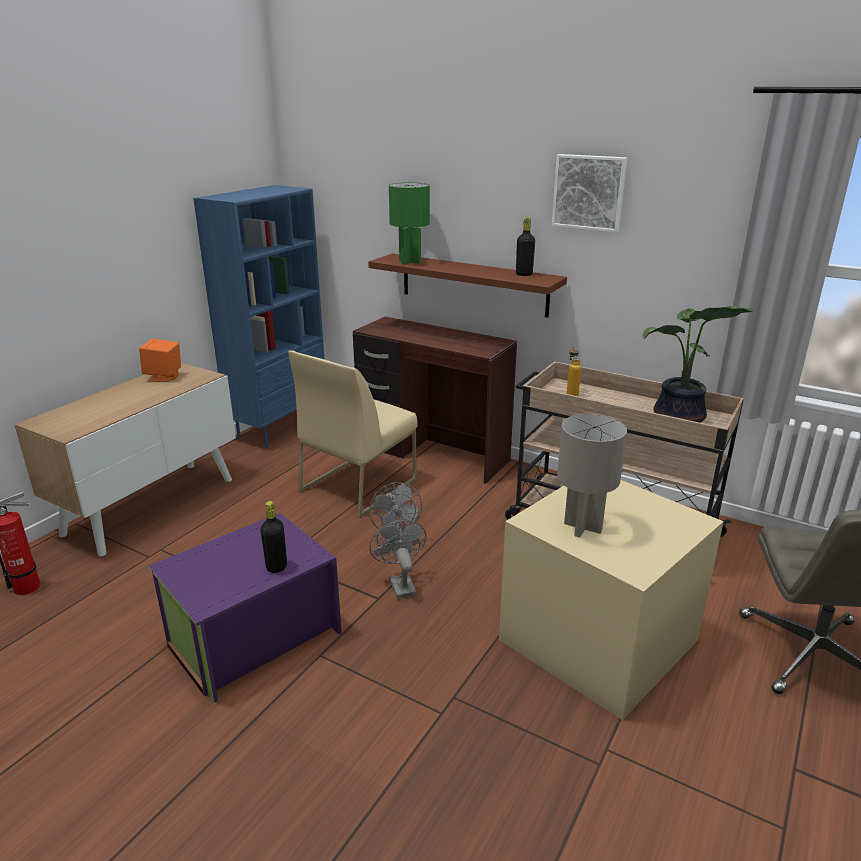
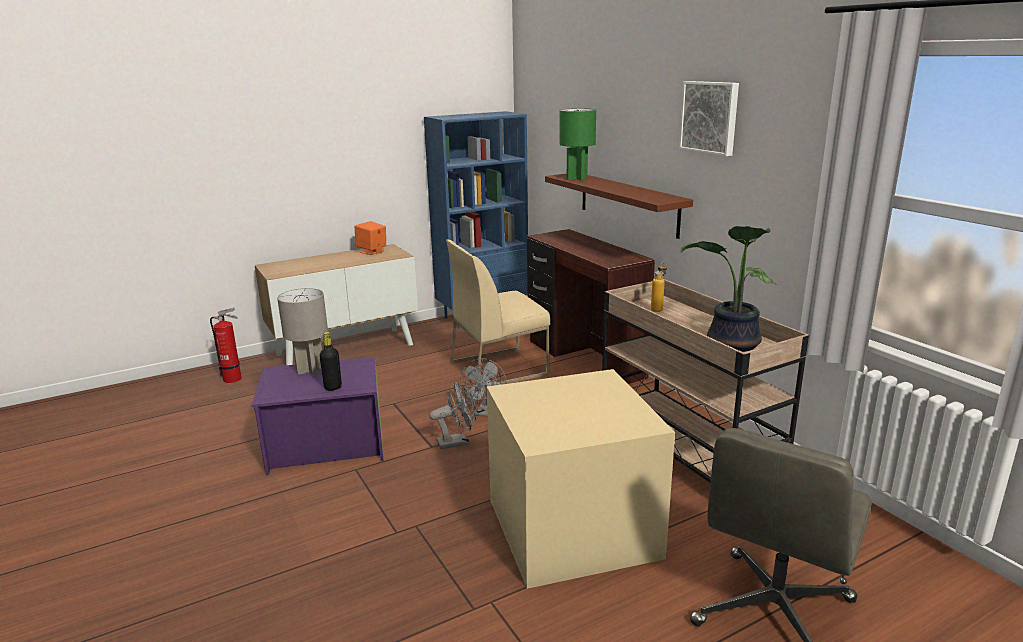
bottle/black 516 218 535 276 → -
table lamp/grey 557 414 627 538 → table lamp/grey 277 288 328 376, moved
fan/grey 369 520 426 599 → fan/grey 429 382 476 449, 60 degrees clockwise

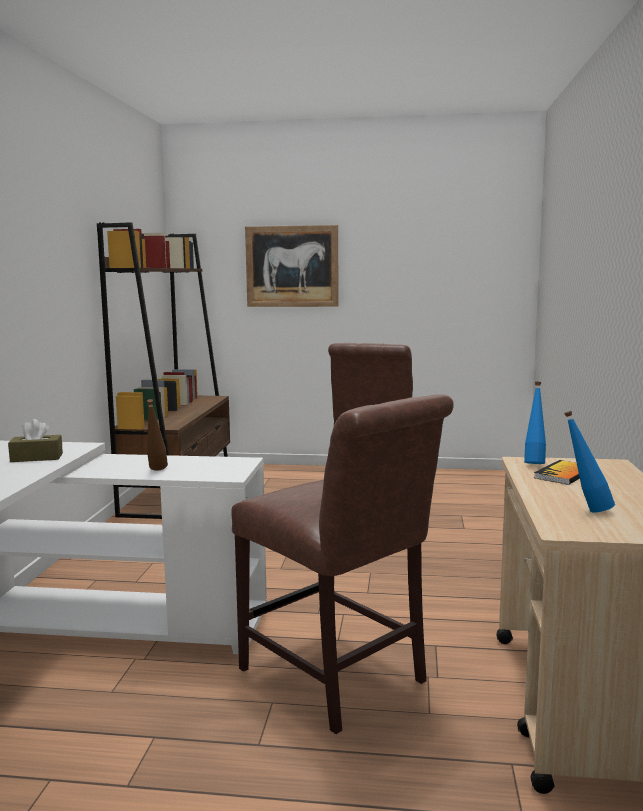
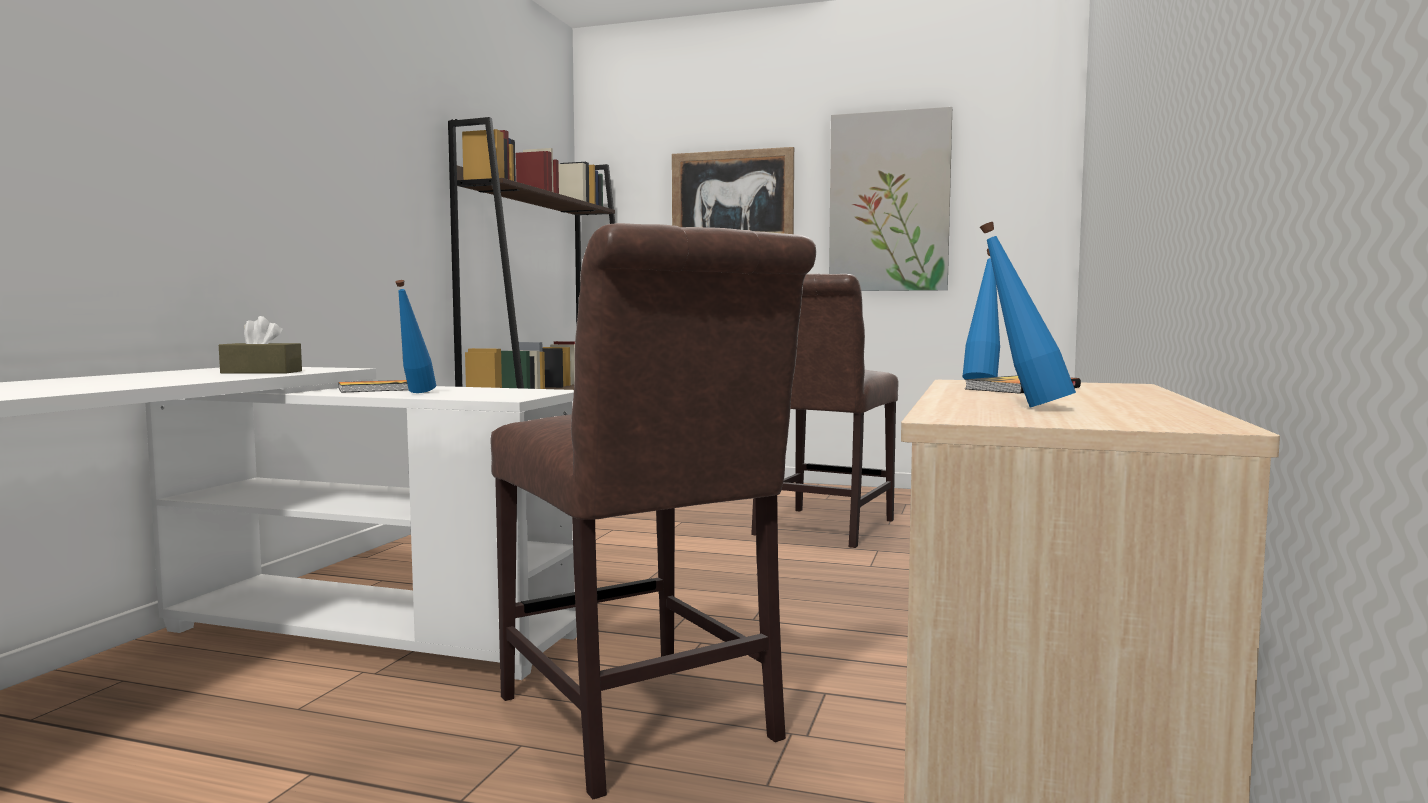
bottle/brown 147 399 168 471 → bottle/blue 395 280 436 393
- → picture 829 107 952 291
- → book 339 380 409 393

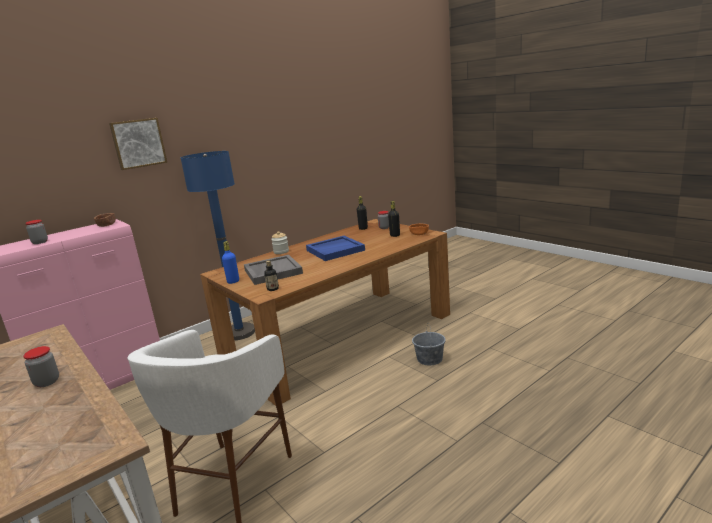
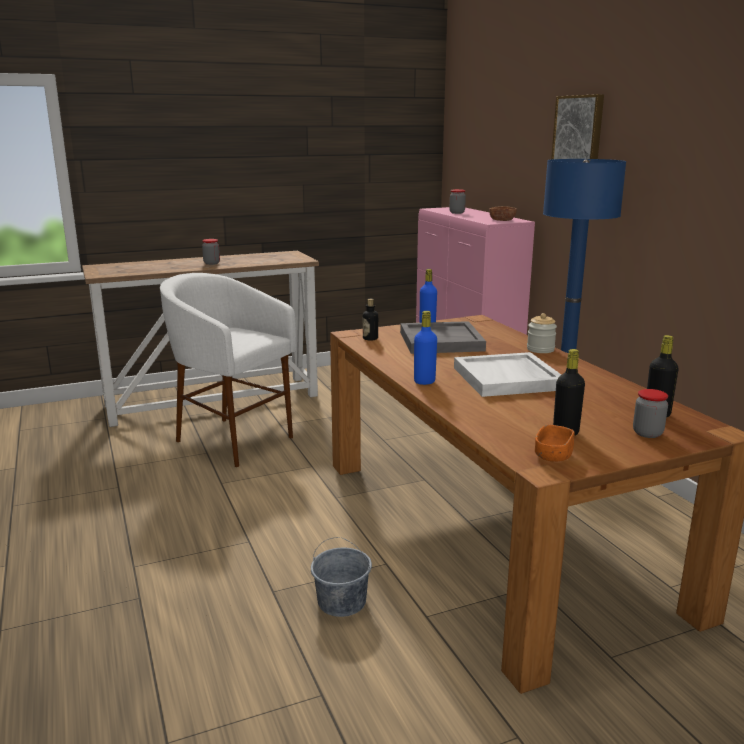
tray/blue 306 236 365 261 → tray/white 454 352 561 397
- → bottle/blue 414 311 437 385

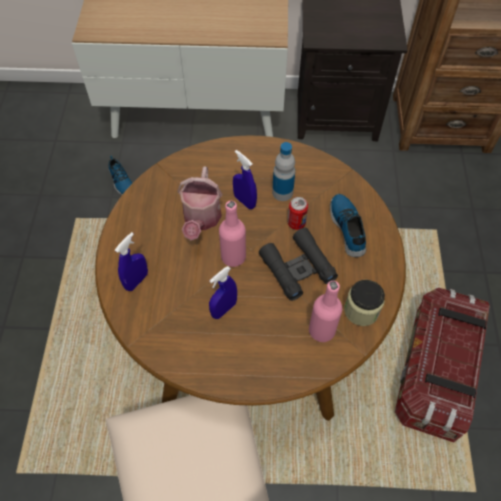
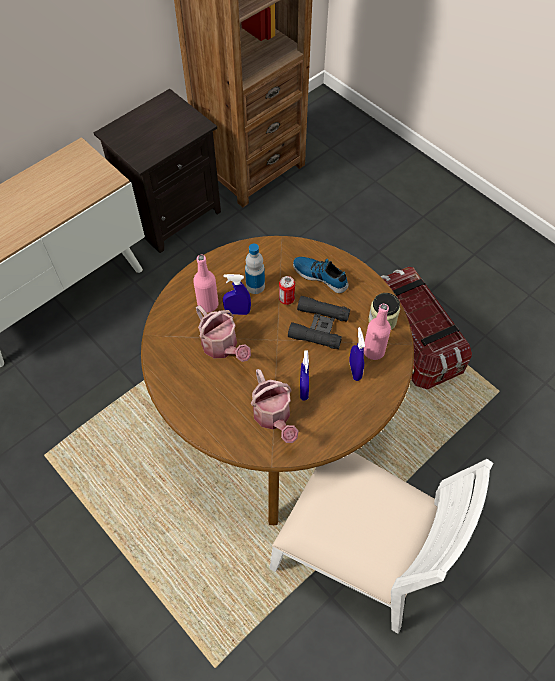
shoe 109 155 133 195 → -
bottle/pink 219 201 246 267 → bottle/pink 193 255 219 313, moved
spray bottle/blue 115 232 148 291 → spray bottle/blue 349 327 365 381, moved
- → watering can 251 369 299 443

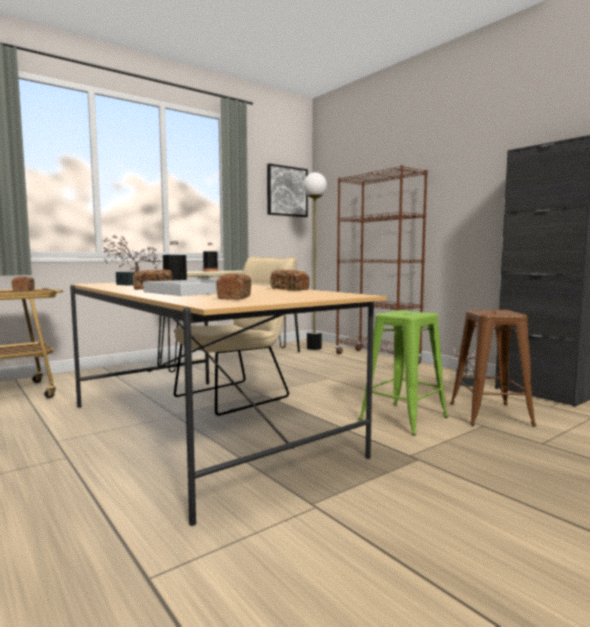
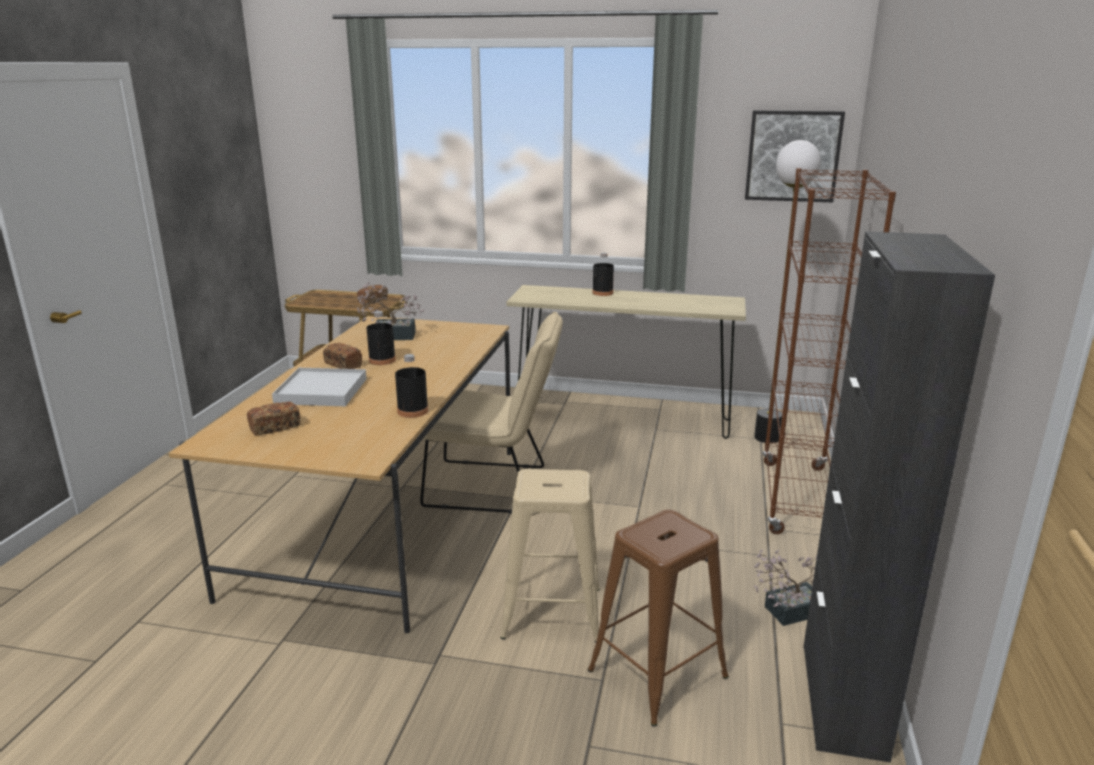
bread 270 270 310 290 → bottle/black 395 354 429 418
stool/green 359 310 448 436 → stool/beige 500 469 600 643

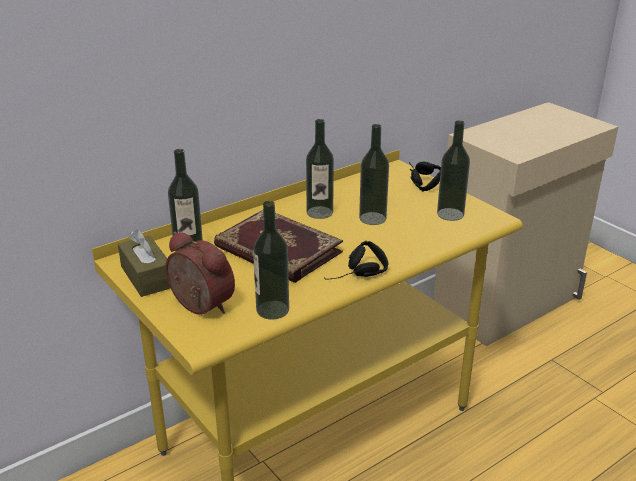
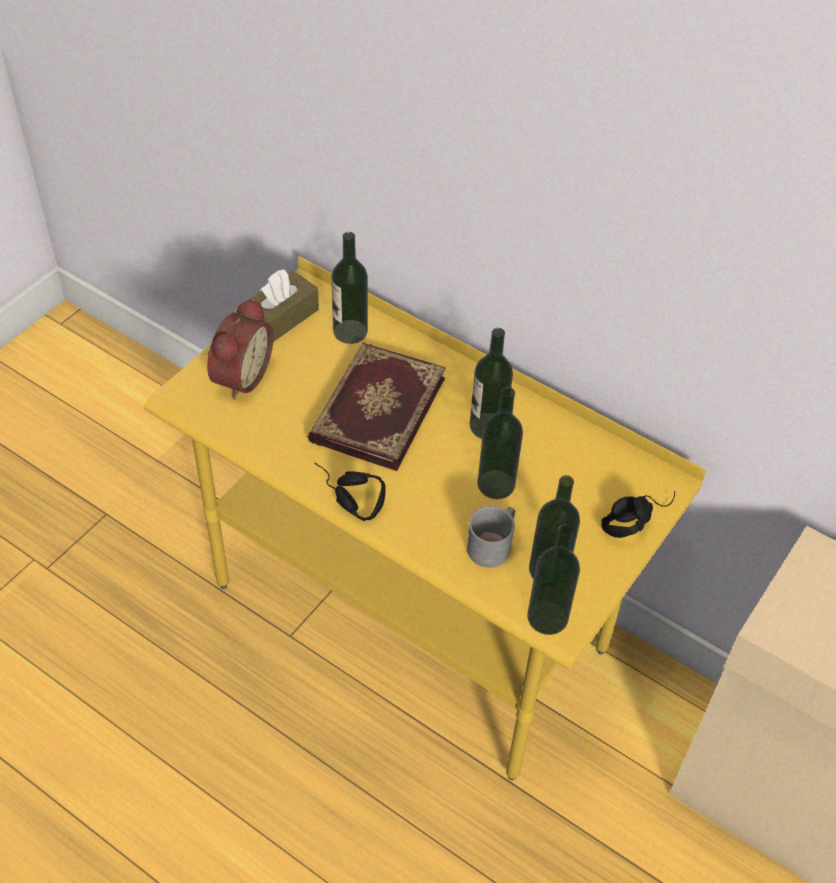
bottle 253 201 289 320 → bottle 527 524 580 635, moved
- → mug/grey 467 506 515 568

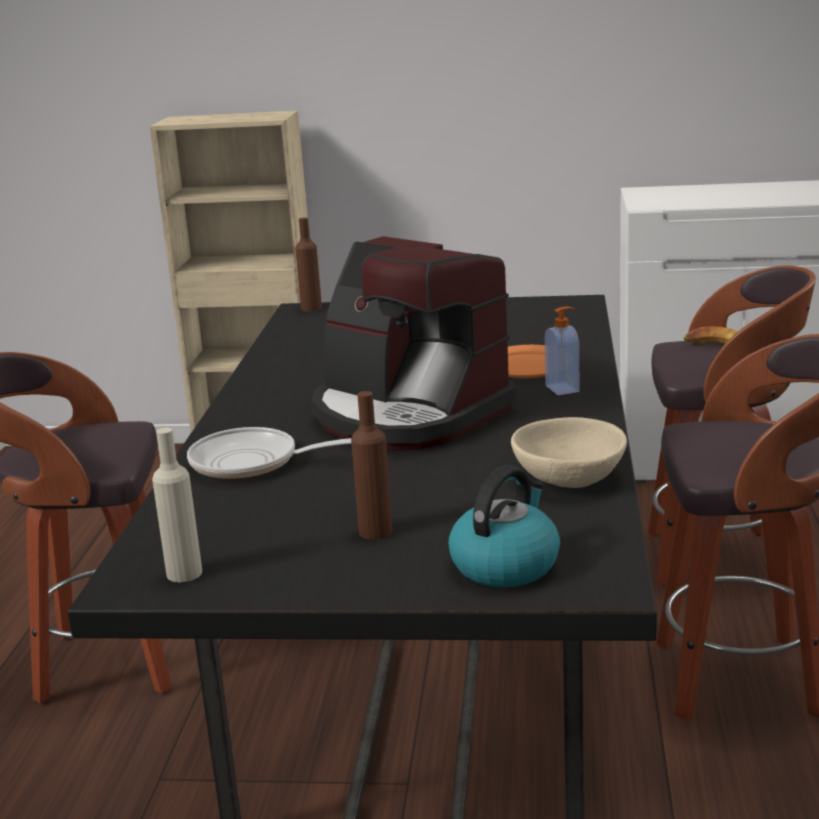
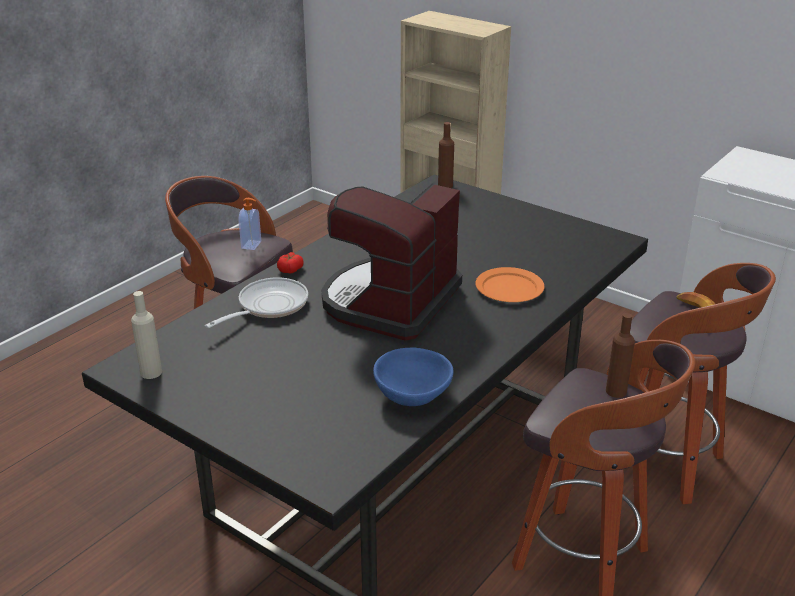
coffee machine 312 236 516 450 → coffee machine 321 183 462 341, 45 degrees clockwise
soap dispenser 545 307 580 395 → soap dispenser 238 198 261 250, moved
bottle/brown 351 391 392 540 → bottle/brown 606 313 635 398, moved
bowl/beige 511 417 627 488 → bowl/blue 373 348 454 406
frying pan 187 427 351 480 → frying pan 205 277 308 328, 90 degrees clockwise
kettle 448 465 560 587 → -
- → tomato 277 252 304 274

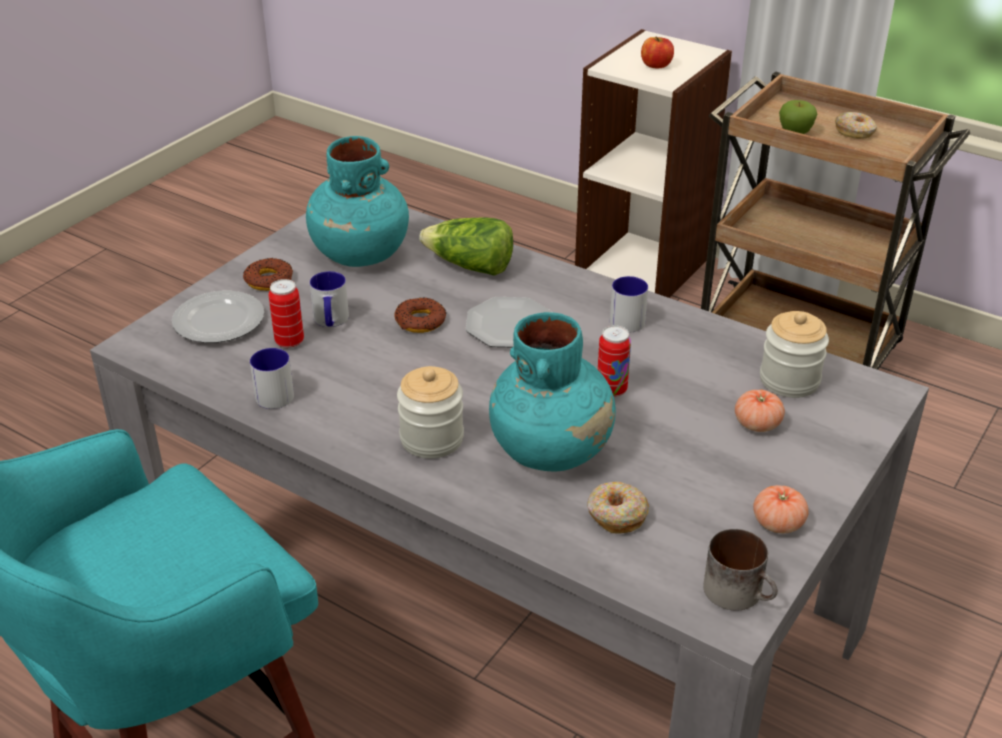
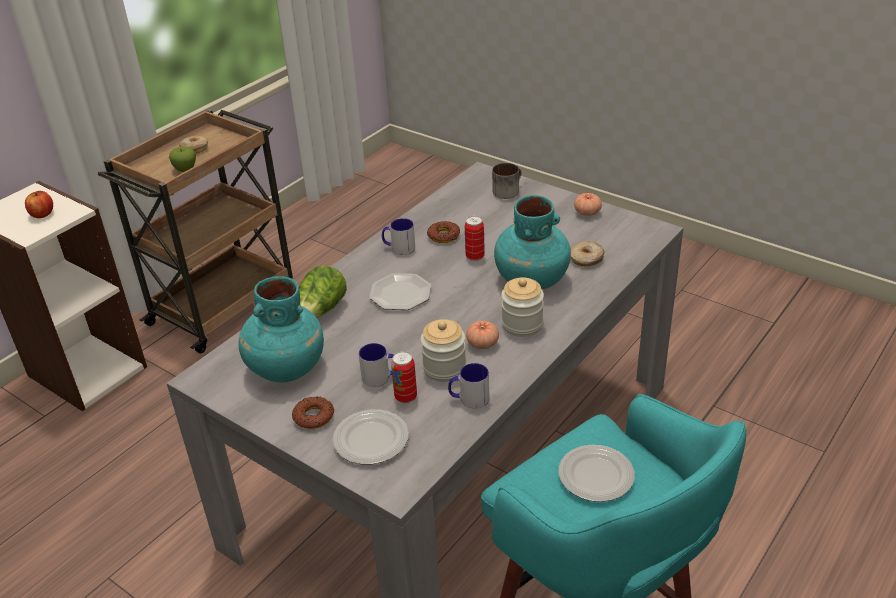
donut 394 297 446 333 → donut 427 221 460 243, moved
jar 760 311 829 398 → jar 421 319 466 382, moved
tomato 735 390 785 432 → tomato 466 321 499 349, moved
mug 703 529 778 610 → mug 492 163 522 199, moved
- → plate 558 445 635 502

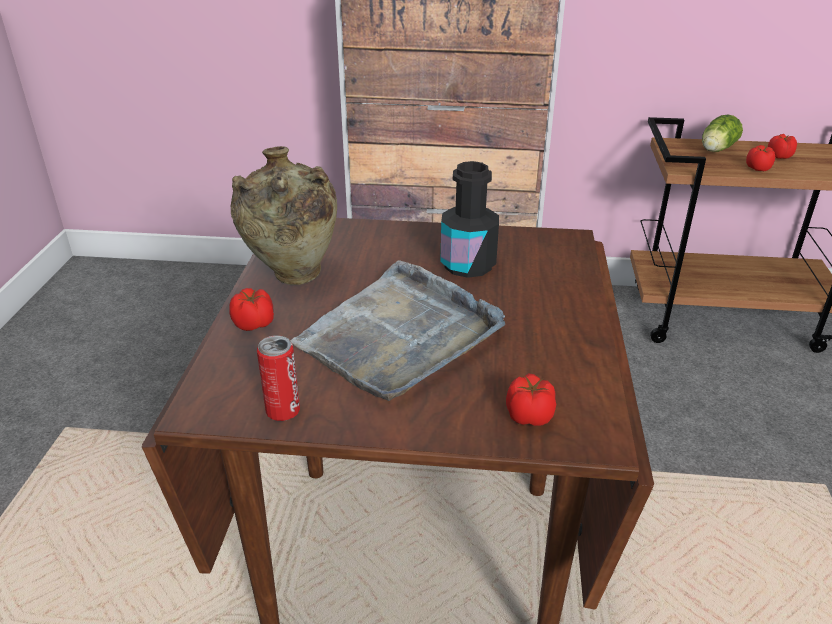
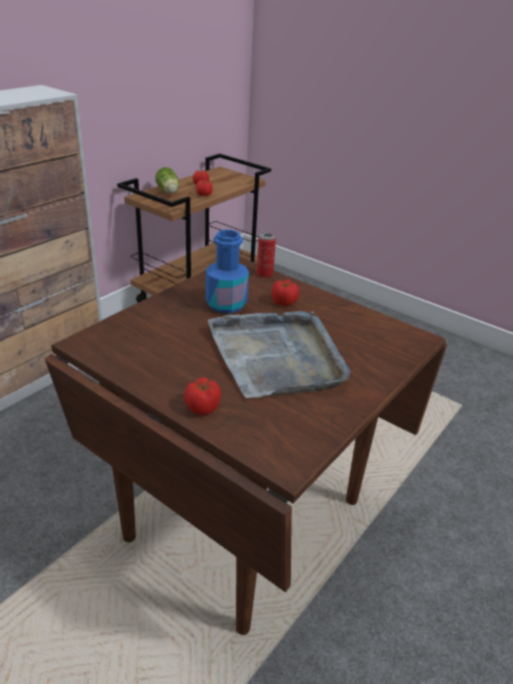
vase/beige 231 146 337 285 → -
bottle/black 440 161 499 278 → bottle/blue 206 230 249 313
can 257 335 300 421 → can 256 233 276 277, moved
tomato 506 374 556 426 → tomato 272 279 299 306, moved

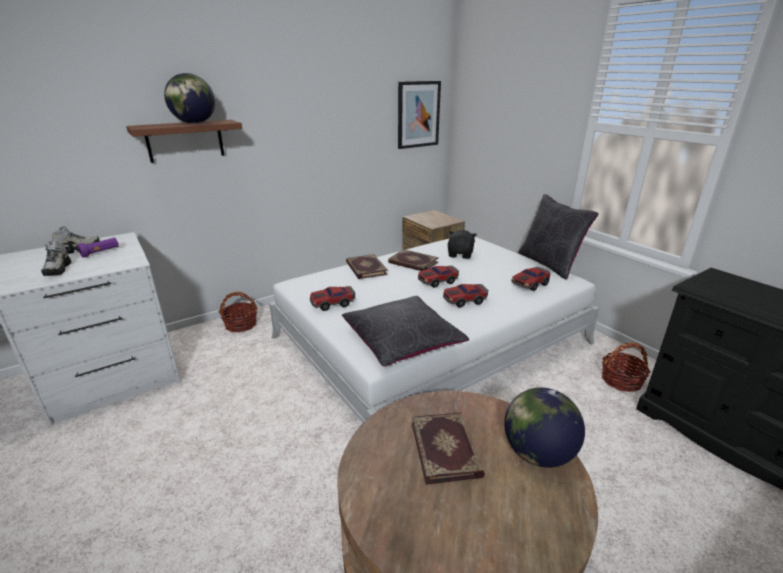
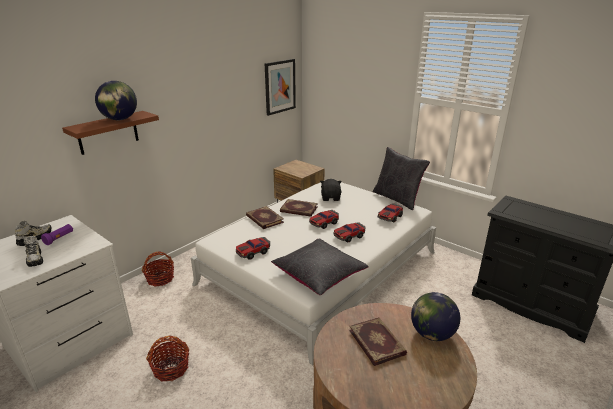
basket 602 343 651 392 → basket 146 335 189 382, moved

